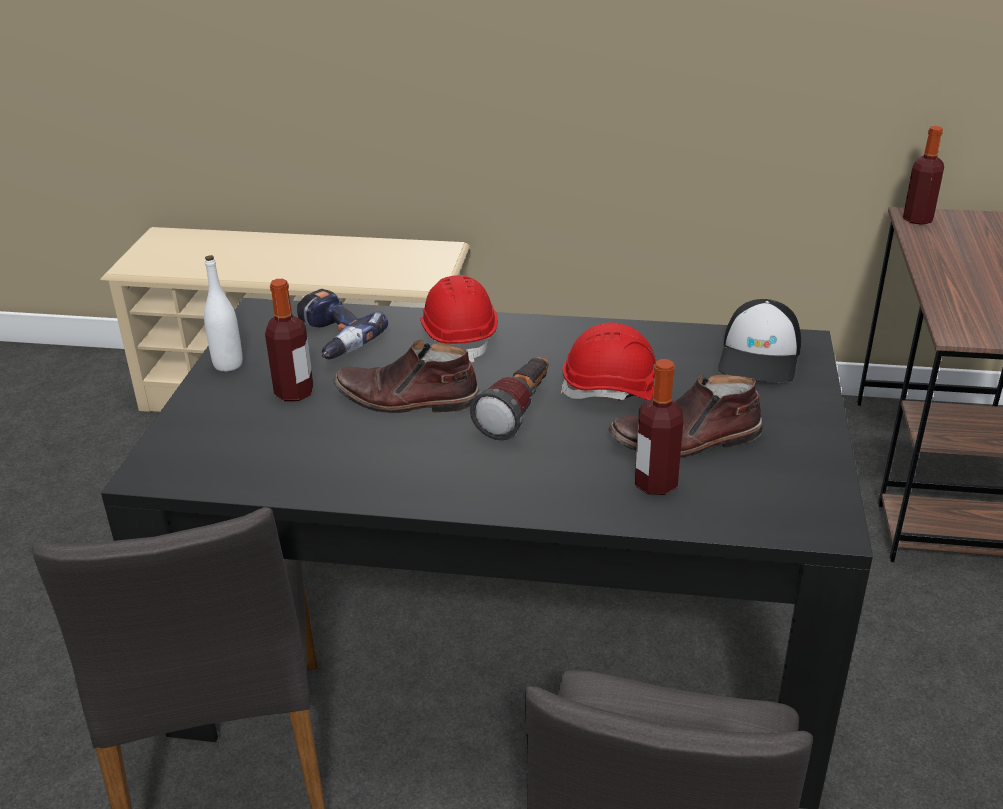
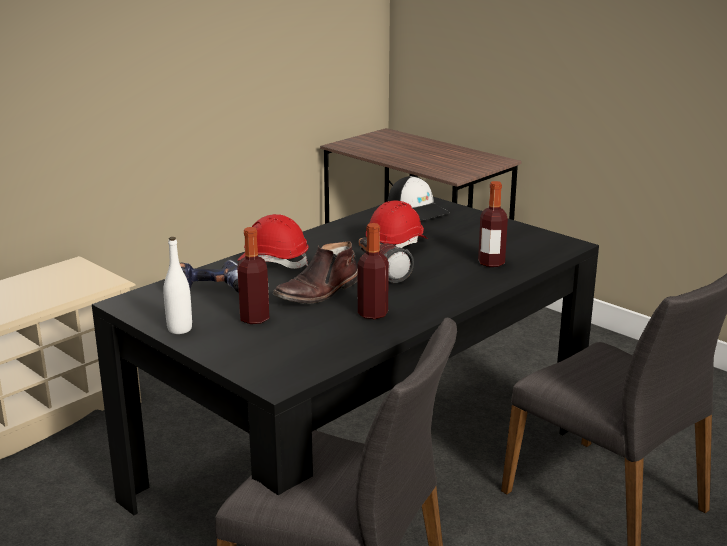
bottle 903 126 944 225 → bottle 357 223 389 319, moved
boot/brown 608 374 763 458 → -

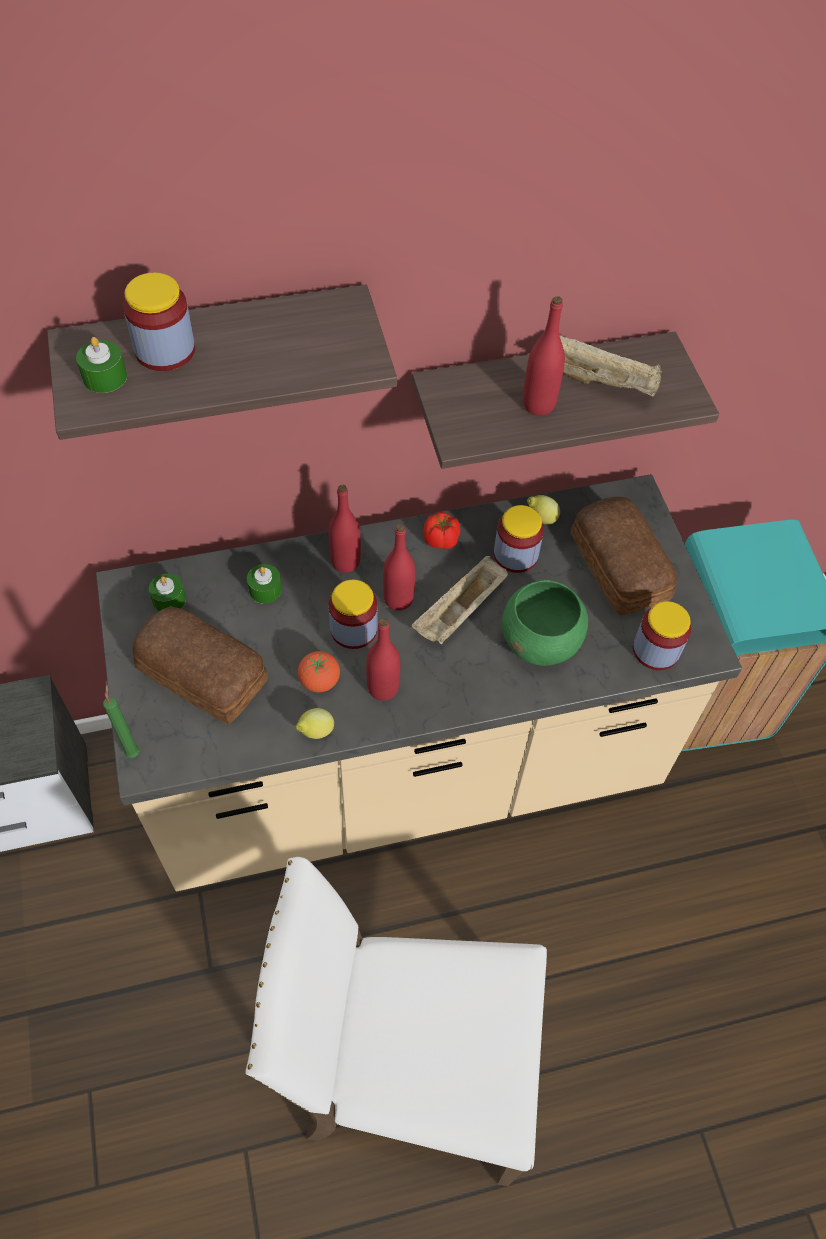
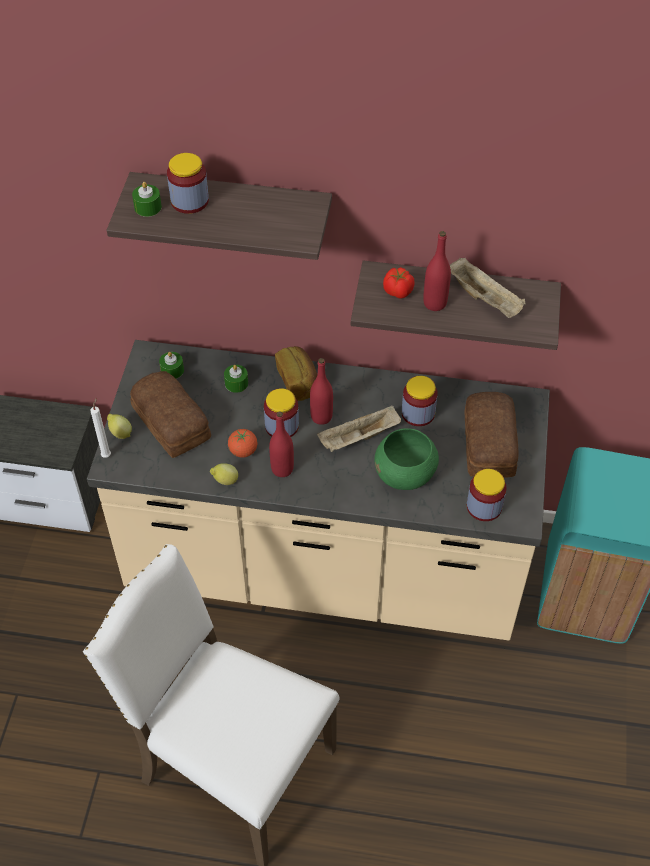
bottle/red 329 485 361 573 → bread 275 346 317 401
lemon 527 495 560 525 → lemon 107 414 132 439, moved
tomato 423 512 460 549 → tomato 383 267 415 298, moved
candle/green 103 684 140 758 → candle/white 90 397 111 458

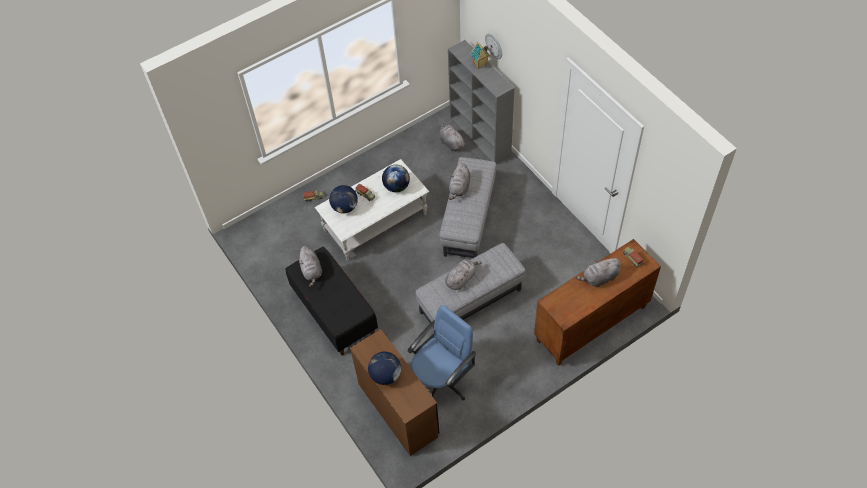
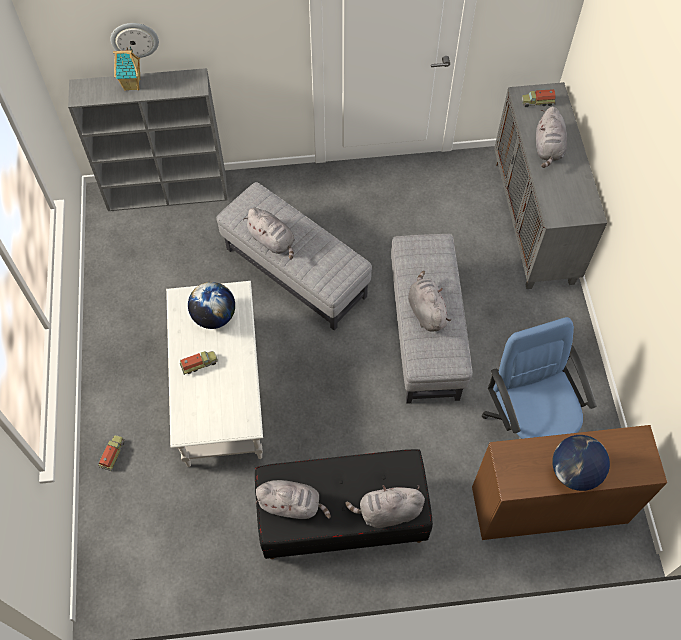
plush toy/grey 439 123 466 151 → plush toy/grey 345 485 425 528, moved
globe 329 185 358 213 → -
cabinet/brown 534 239 661 366 → cabinet/grey 494 82 607 289

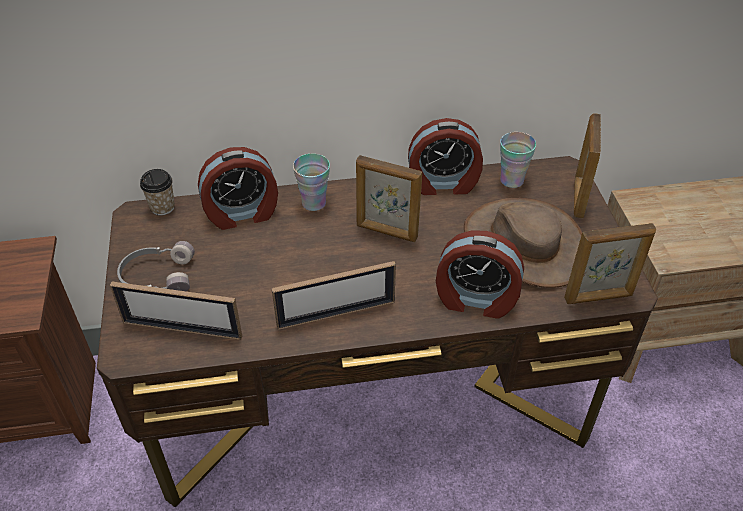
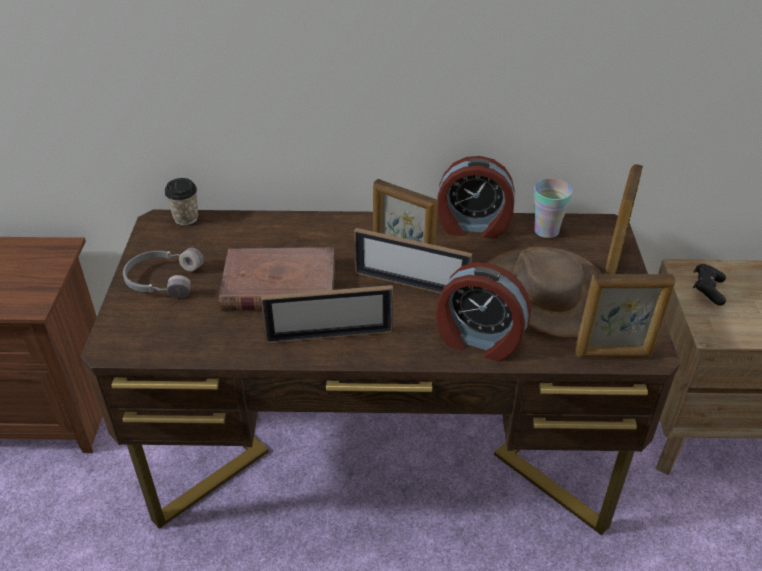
alarm clock 198 147 278 230 → -
cup 293 154 330 211 → -
picture frame 110 282 242 340 → picture frame 354 228 472 294, moved
- → book/brown 219 247 335 310
- → game controller/black 693 264 726 306

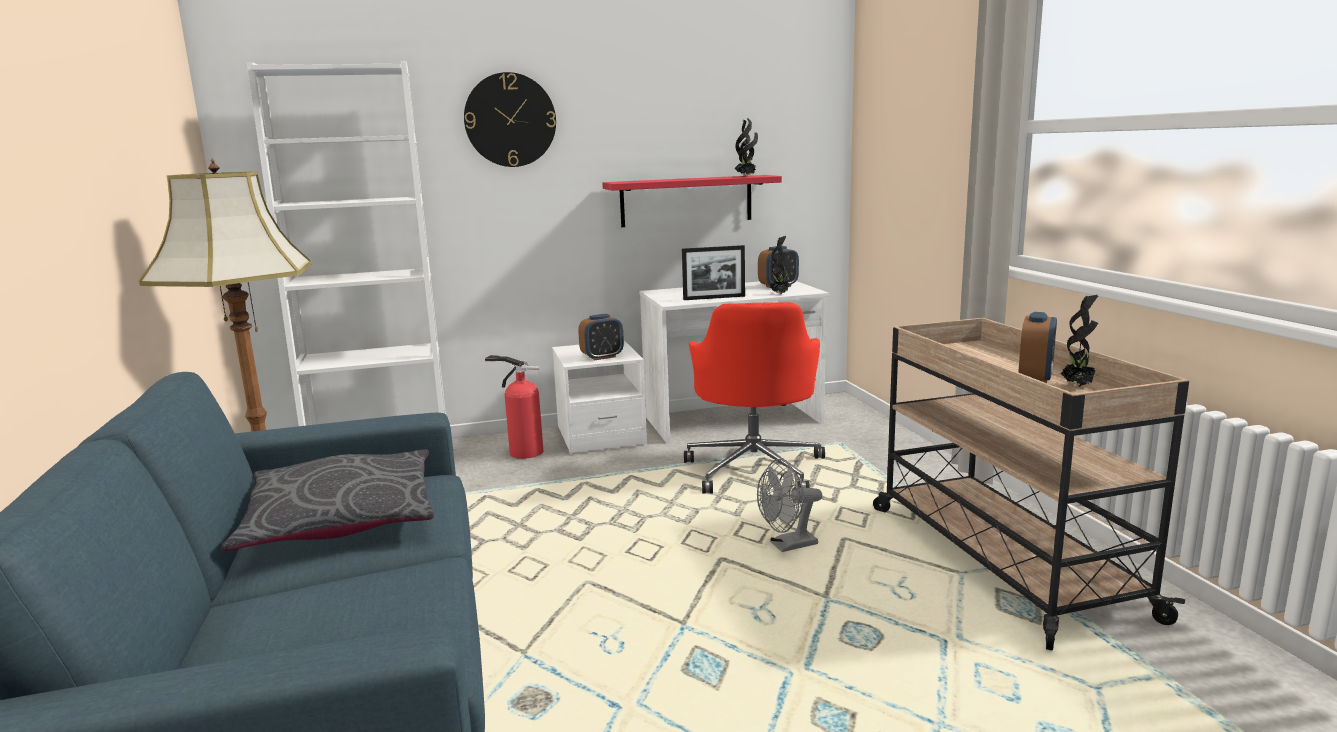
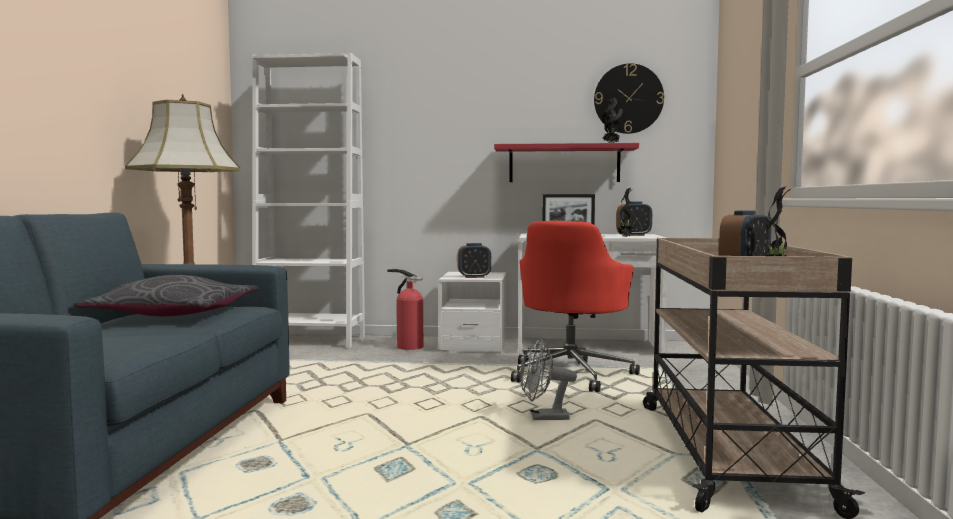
wall clock 464 72 556 167 → wall clock 594 63 664 134, moved

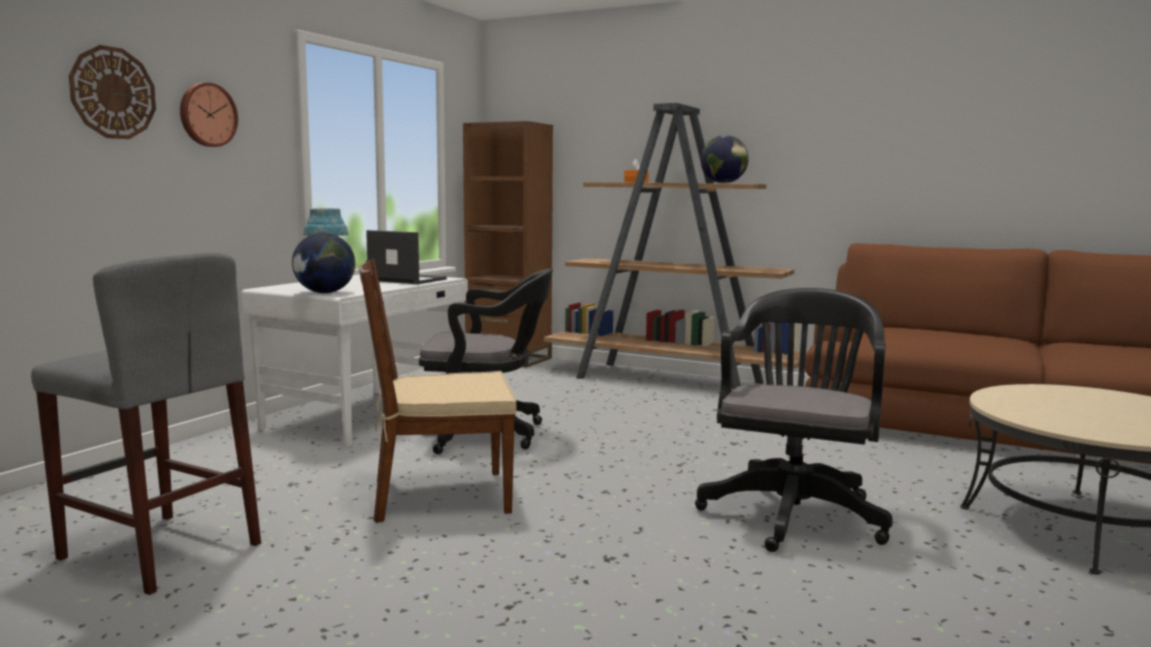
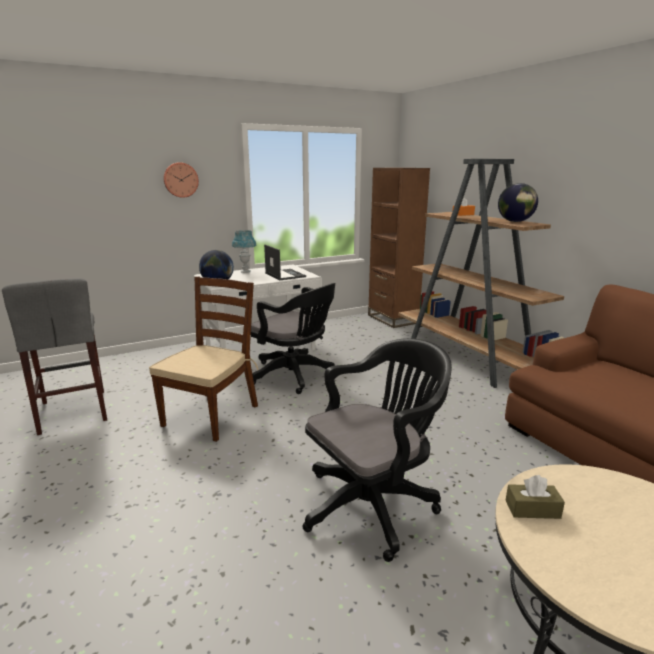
wall clock 69 45 156 139 → -
chair/brown 359 259 517 523 → chair/brown 149 277 258 442, 90 degrees clockwise
- → tissue box/brown 506 475 565 519

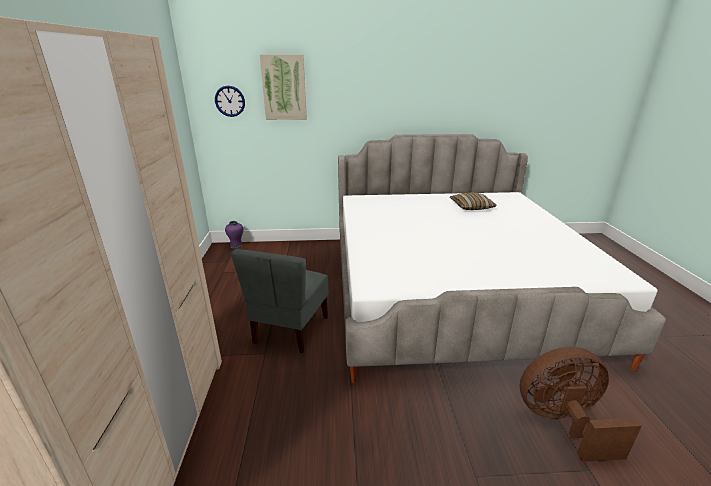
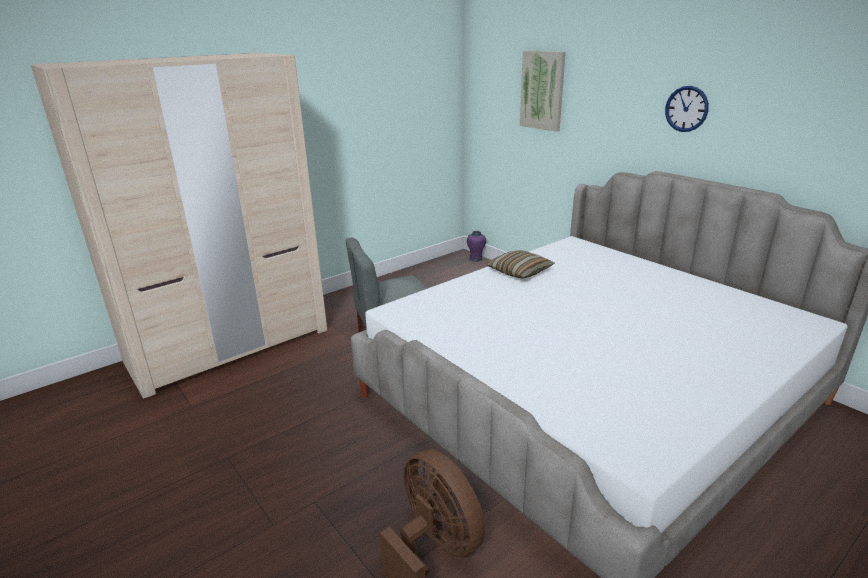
wall clock 215 86 245 117 → wall clock 665 86 709 132, moved
pillow 450 193 497 210 → pillow 486 250 555 278, moved

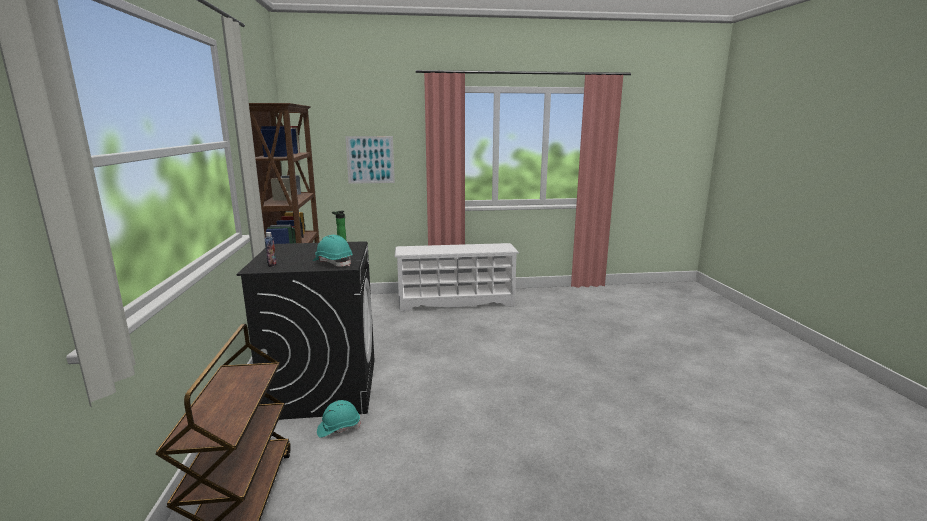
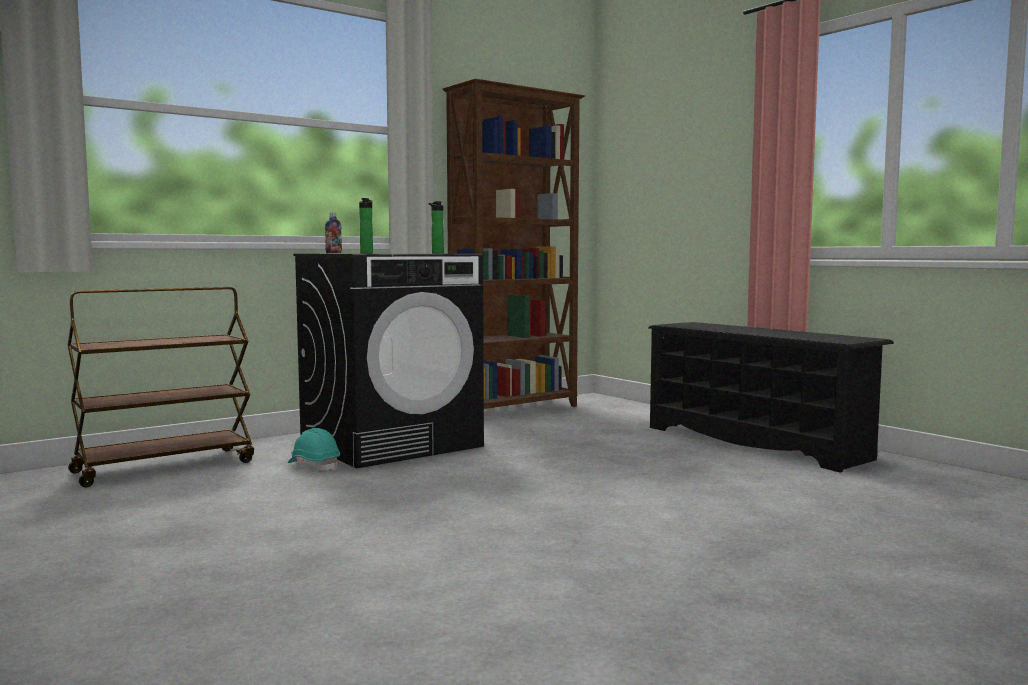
picture 345 136 395 184 → -
hard hat/turquoise 313 235 353 267 → bottle 359 198 373 253
shoe rack/white 394 243 520 312 → shoe rack/black 648 322 894 473

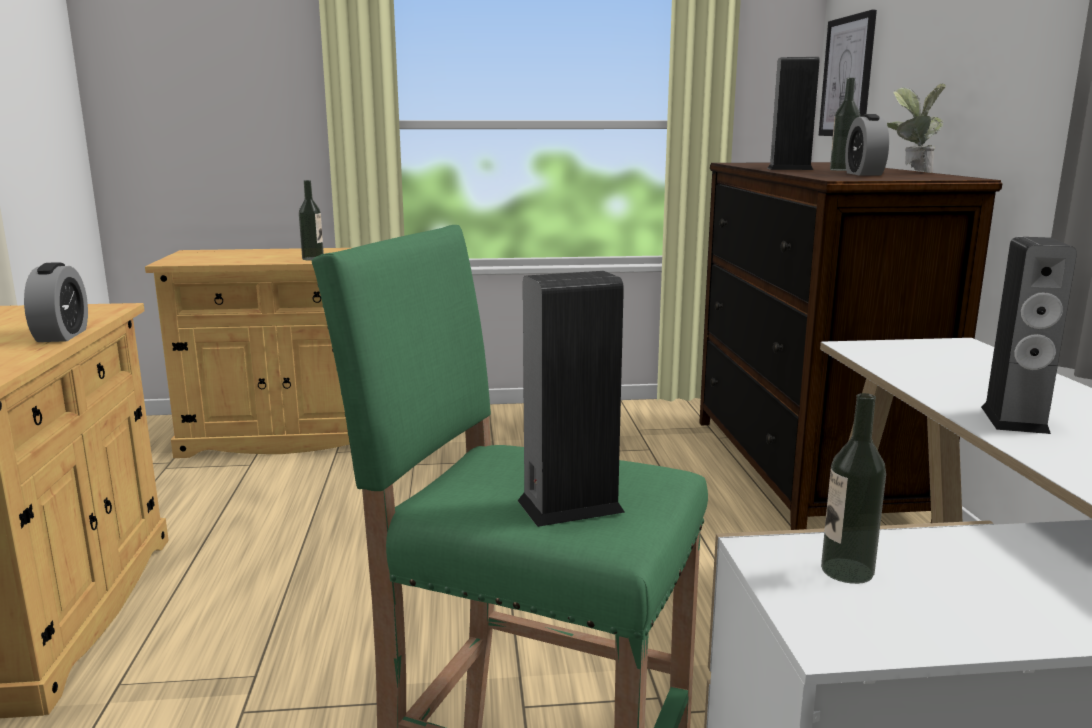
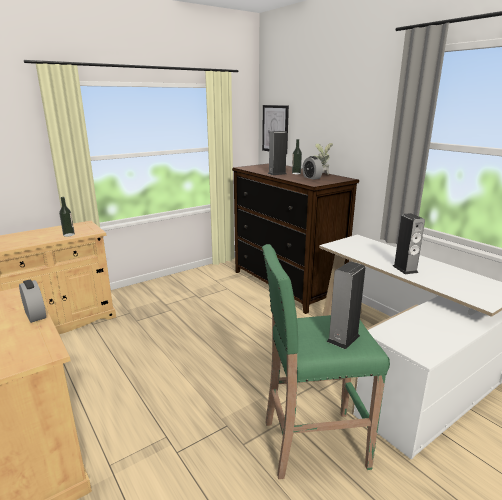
bottle 821 393 886 584 → -

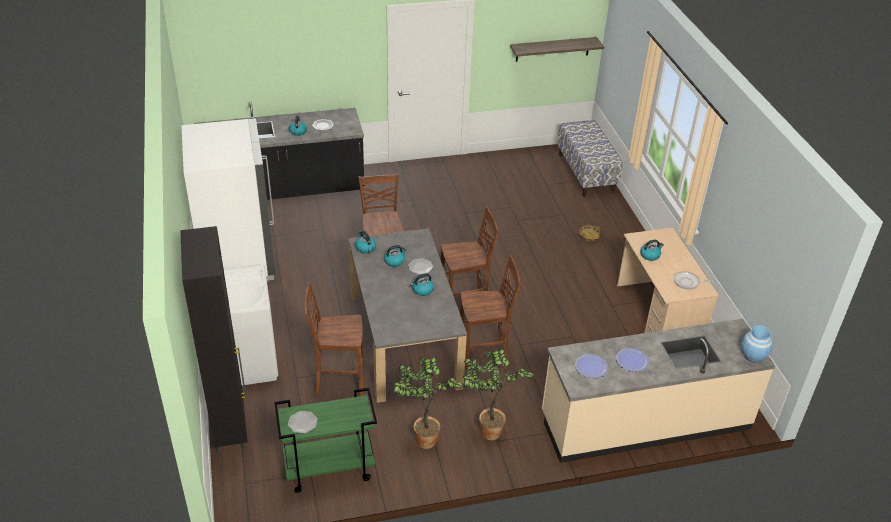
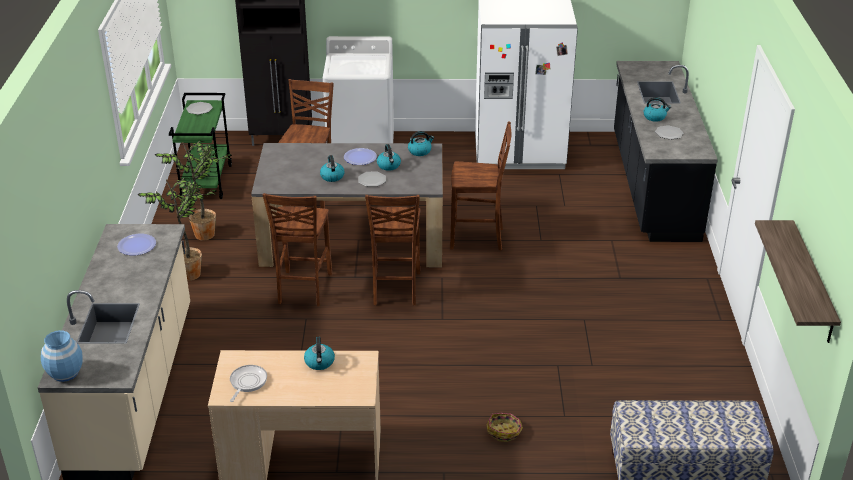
plate 616 348 649 372 → plate 344 148 377 165, moved

